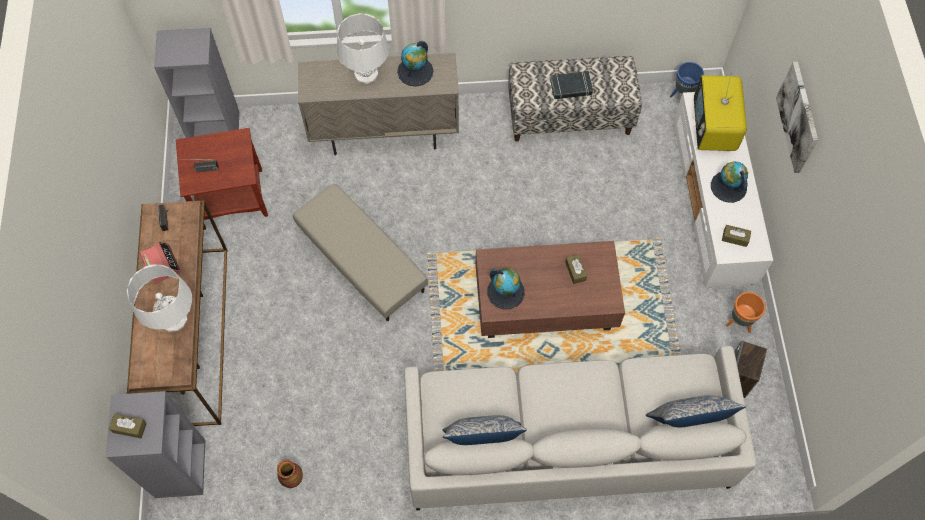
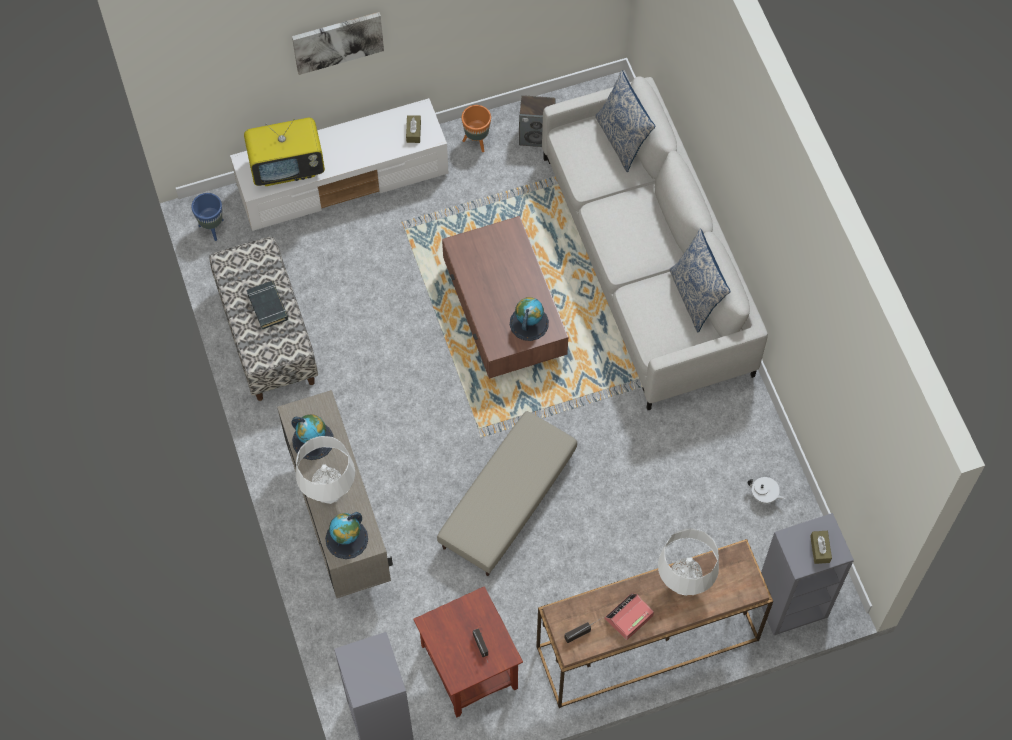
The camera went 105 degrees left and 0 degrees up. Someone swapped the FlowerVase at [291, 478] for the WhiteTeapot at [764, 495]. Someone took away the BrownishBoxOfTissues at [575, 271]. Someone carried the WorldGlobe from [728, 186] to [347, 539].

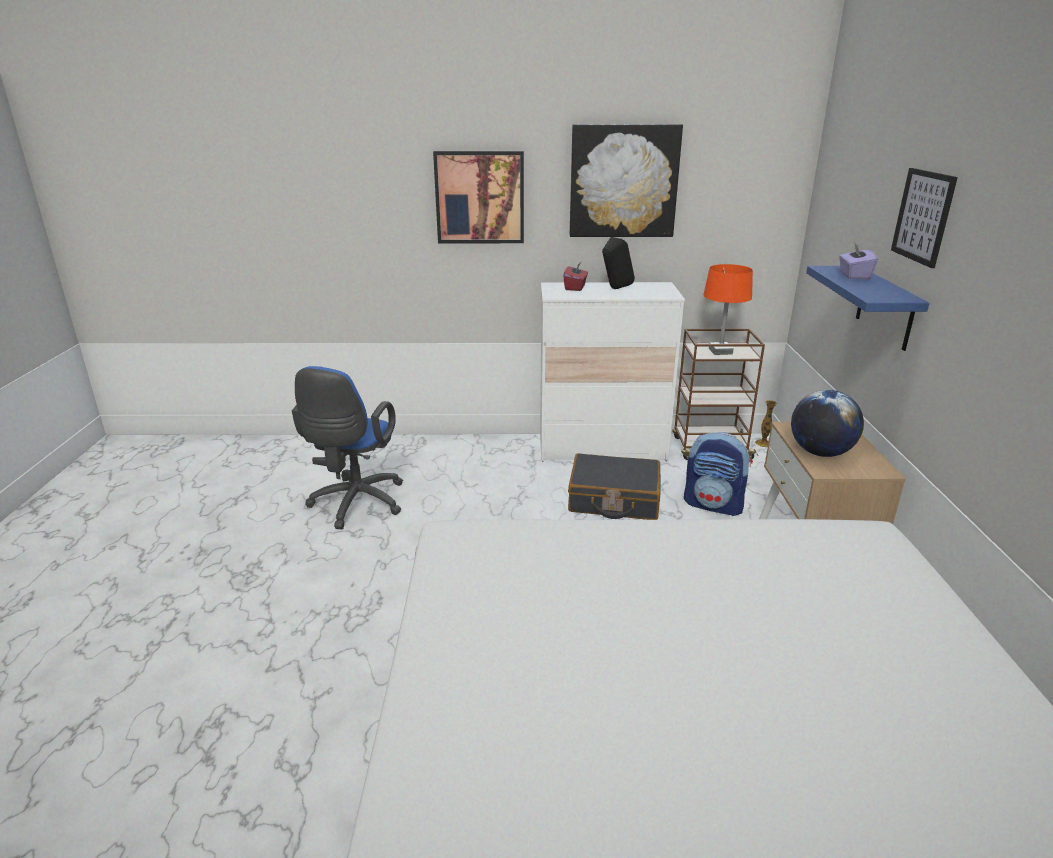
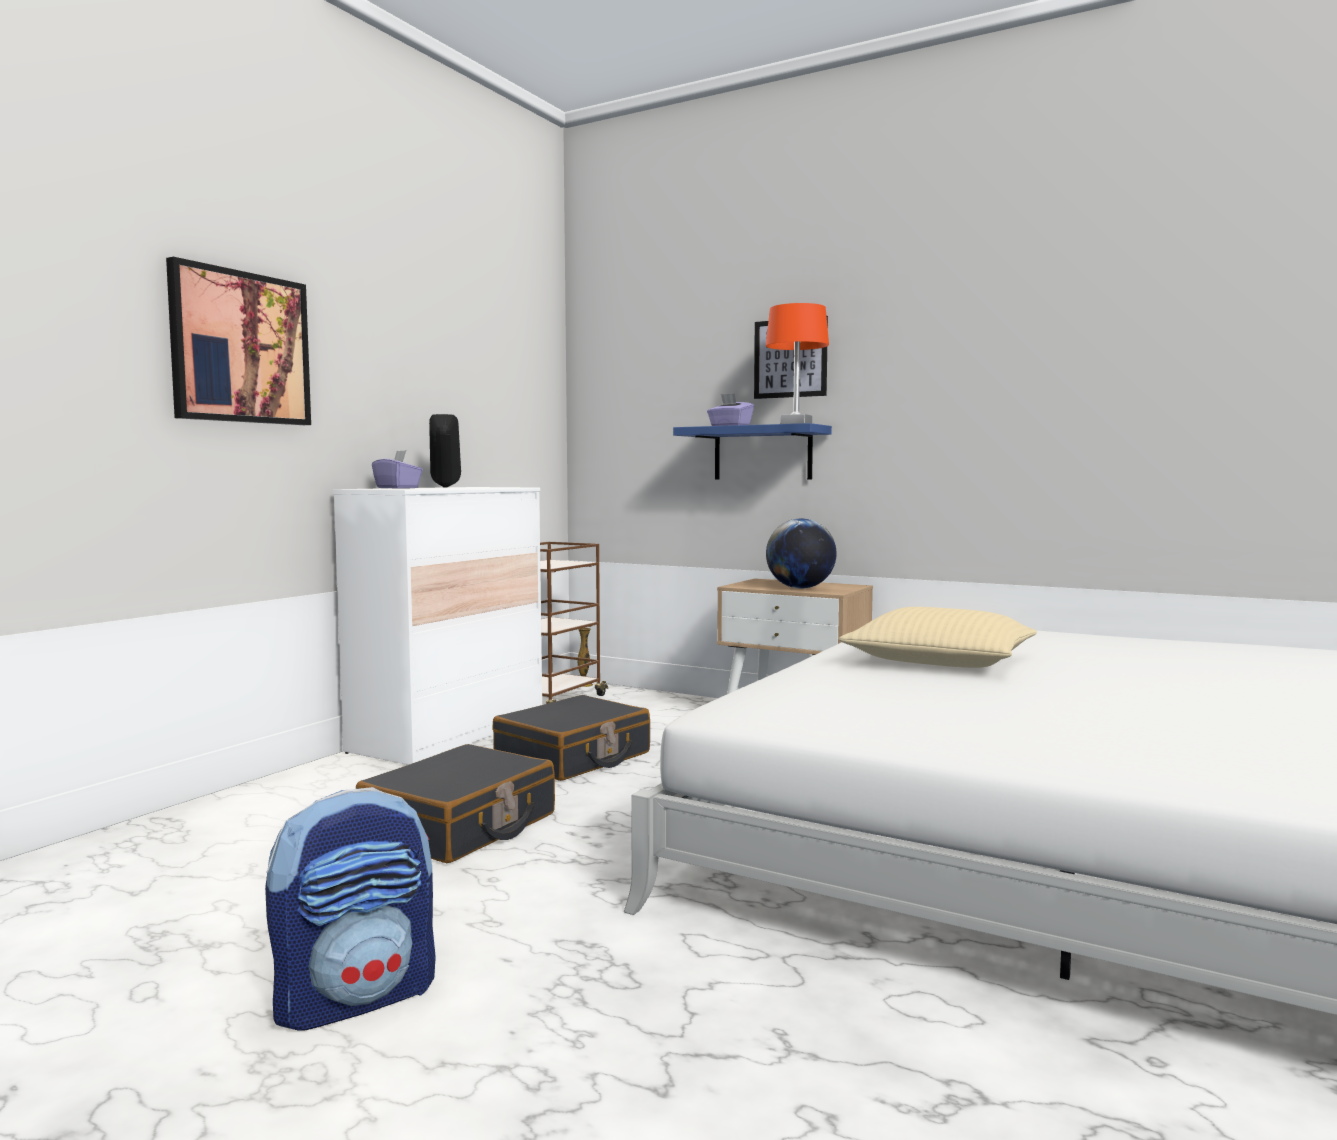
The camera went 60 degrees left and 20 degrees down. Someone took away the BlueDeskChair at [355, 505]. Someone repainted the RedBoxOfTissues at [575, 287], which became the PurpleColouredBoxOfTissues at [398, 488]. Someone took away the WallPicture at [623, 181]. Someone carried the Knapsack from [714, 505] to [357, 997]. Someone carried the OrangeTabletopLamp from [720, 351] to [796, 424]. Someone put down the BlackSuitcase at [460, 827]. Someone put down the SandColouredPillow at [939, 660].

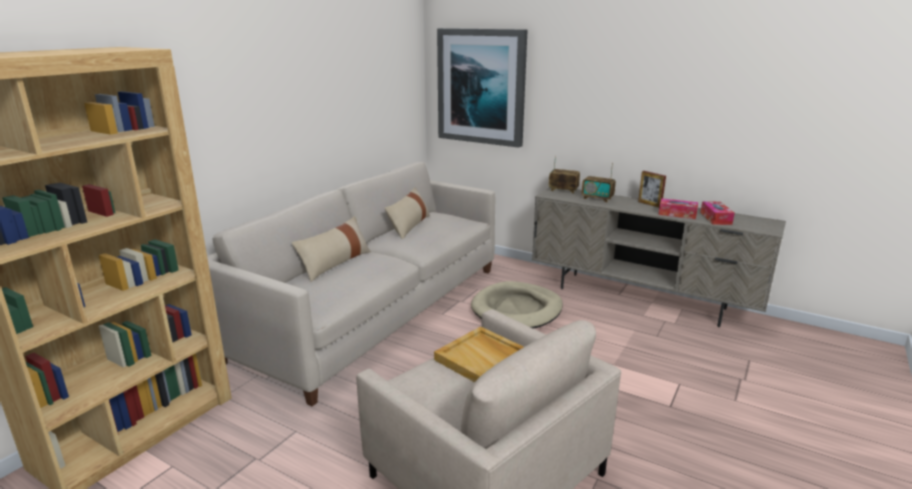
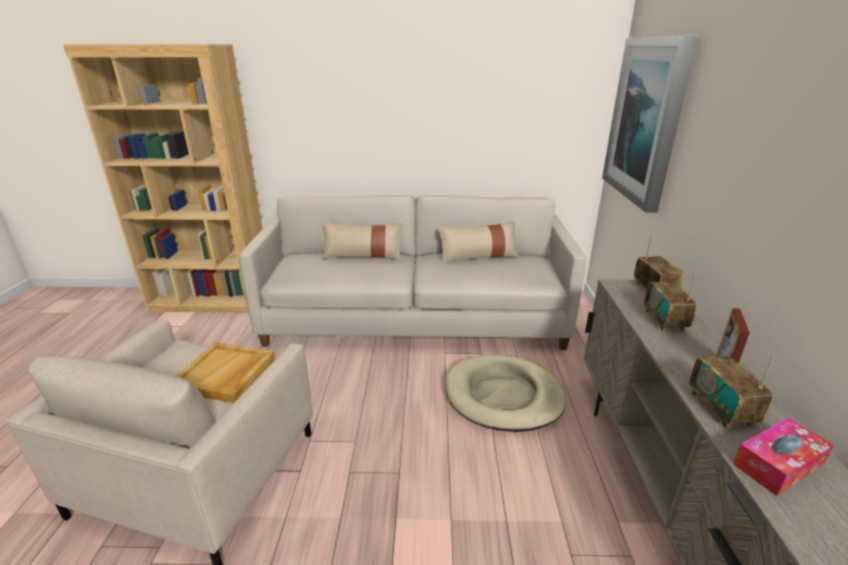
The camera went 60 degrees right and 5 degrees up. Someone swapped the BoxOfTissues at [677, 214] for the Radio at [721, 409].

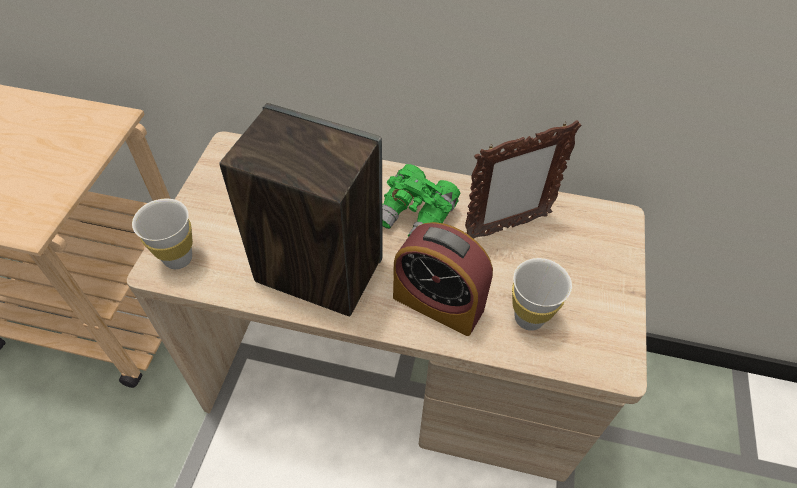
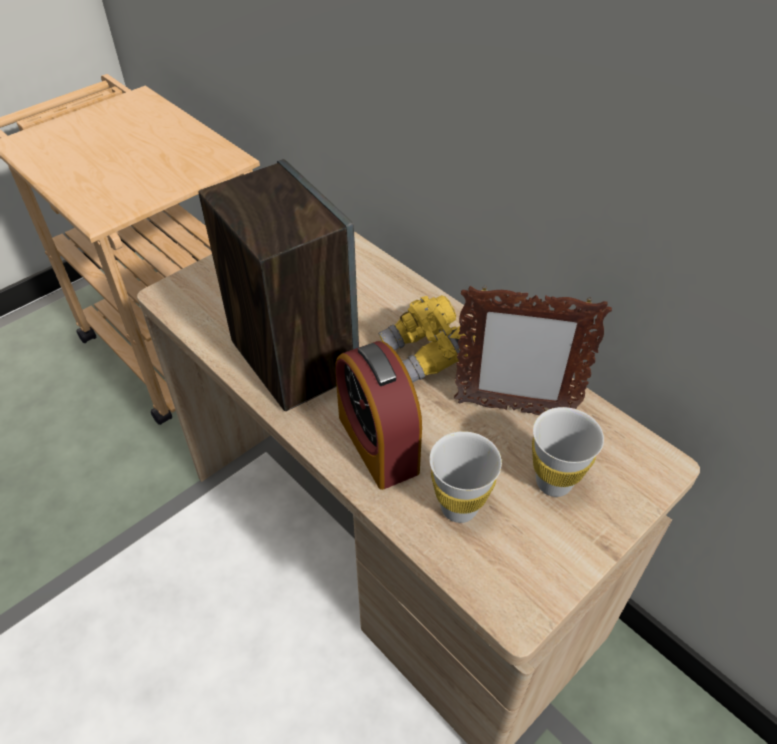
The camera went 35 degrees right and 5 degrees down. Someone carried the WhiteDrinkingCup from [178, 258] to [553, 482]. Someone repainted the GreenishBinoculars at [416, 216], which became the YellowBinoculars at [427, 355].

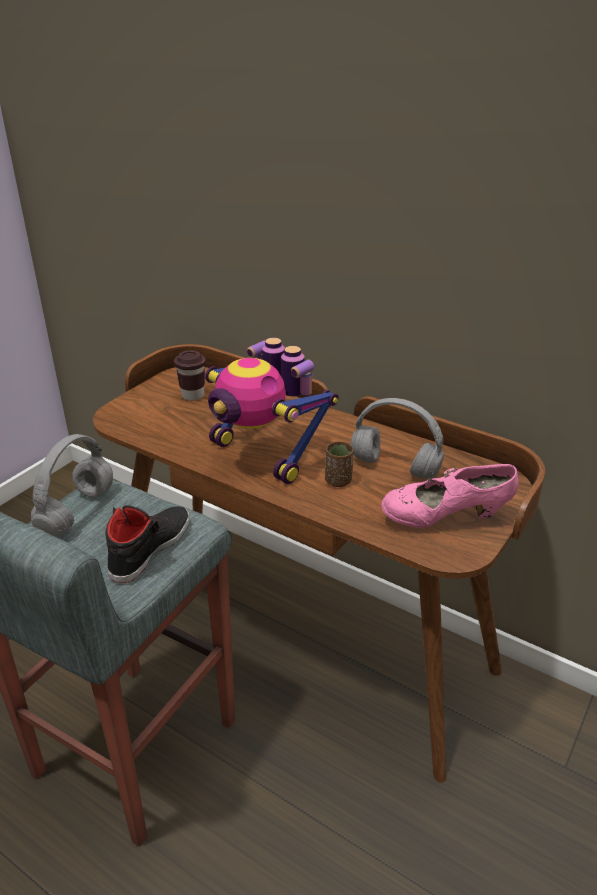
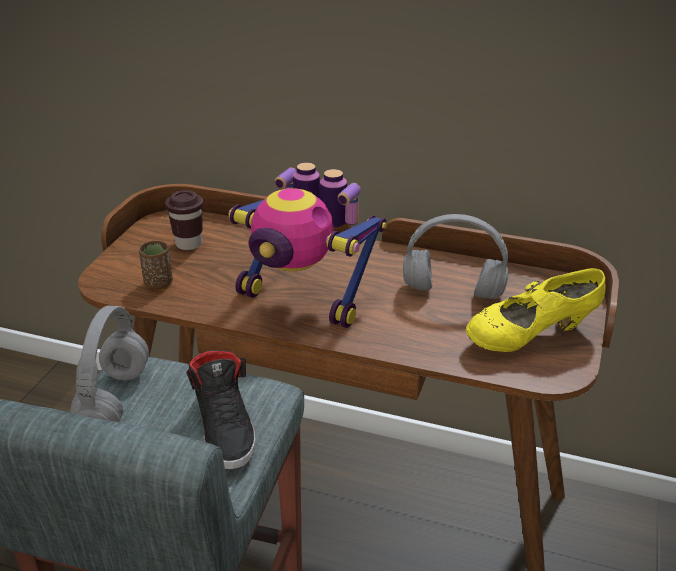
The camera went 15 degrees left and 0 degrees up. Someone rotated the BlackLowShoe at [150, 547] by 150 degrees clockwise. Someone carried the BrownishDrinkingCup from [338, 481] to [158, 283]. Someone repainted the PinkishLowShoe at [445, 518], which became the YellowLowShoe at [530, 338].

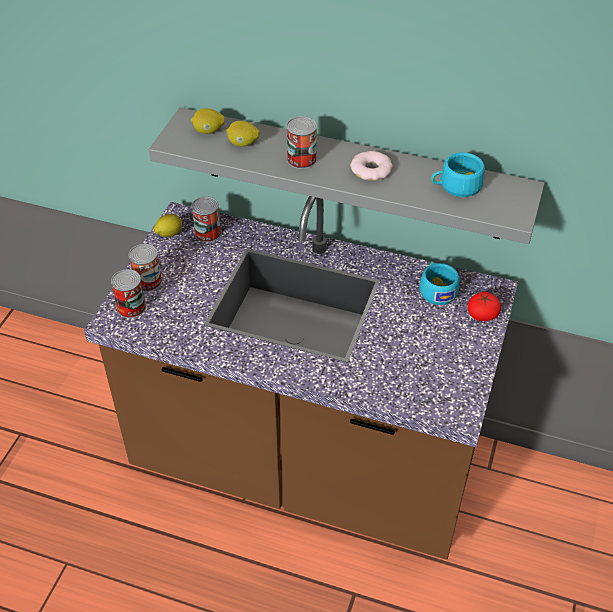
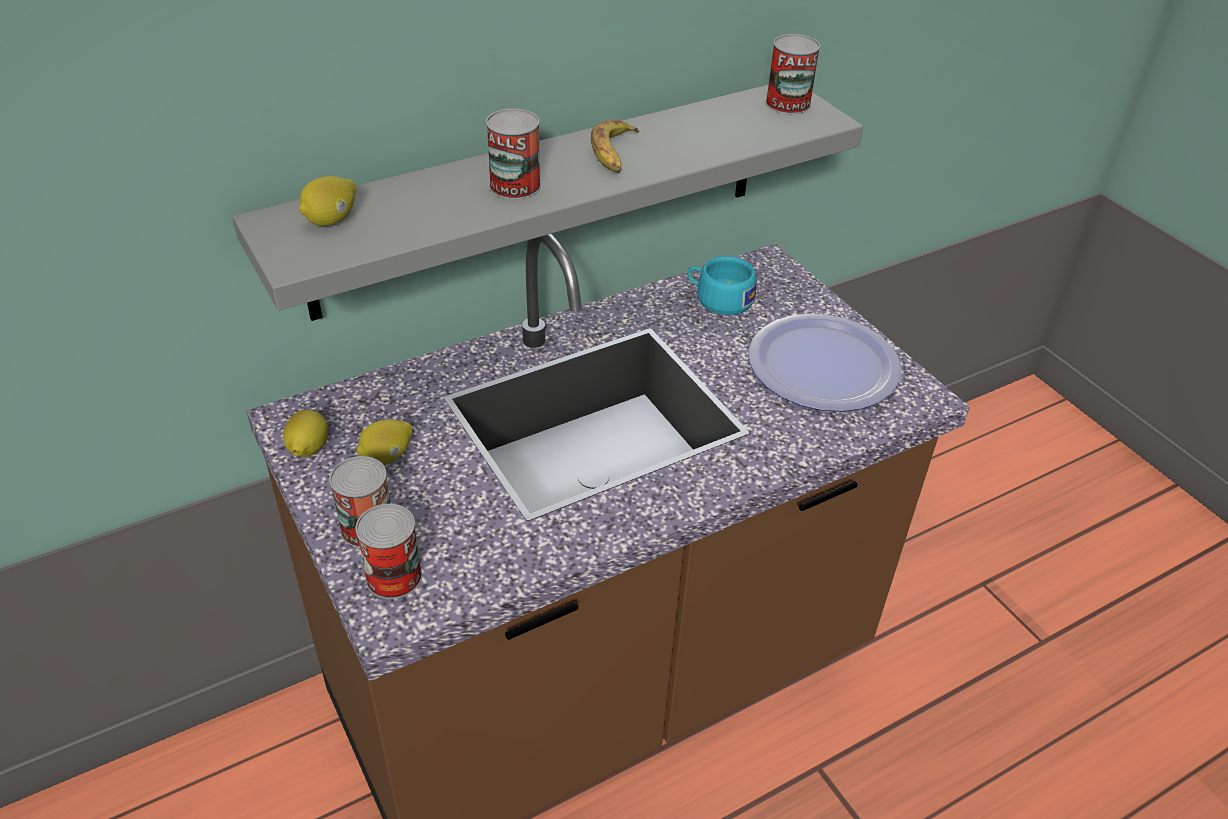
The camera went 50 degrees left and 5 degrees down. Someone carried the Can from [207, 233] to [788, 104]. Someone carried the Lemon from [243, 144] to [387, 457]. Someone swapped the RingDoughnut at [371, 170] for the Banana at [614, 154]. Someone took away the TurquoiseColouredDrinkingCup at [455, 186]. Someone took away the Tomato at [482, 314]. Someone put down the Plate at [823, 365].

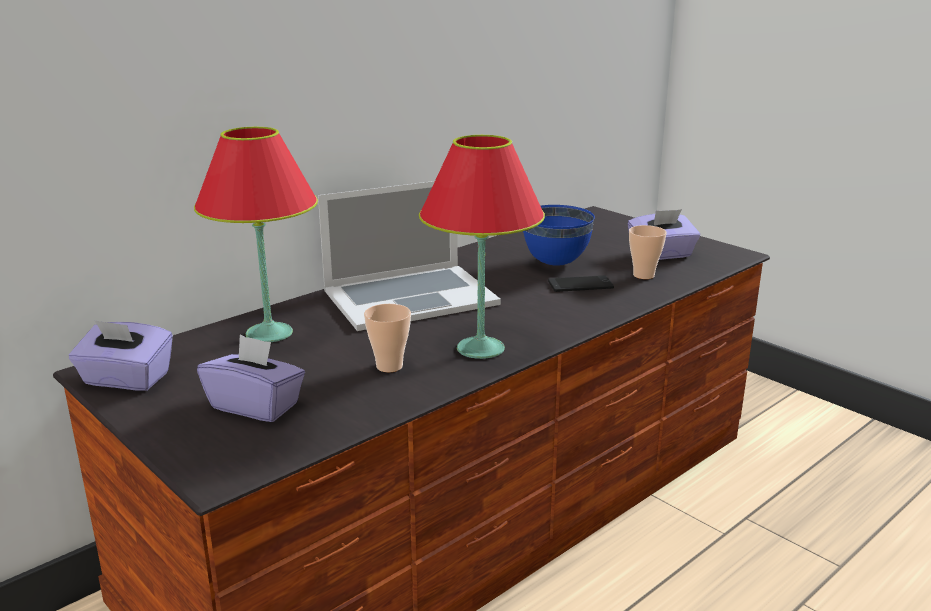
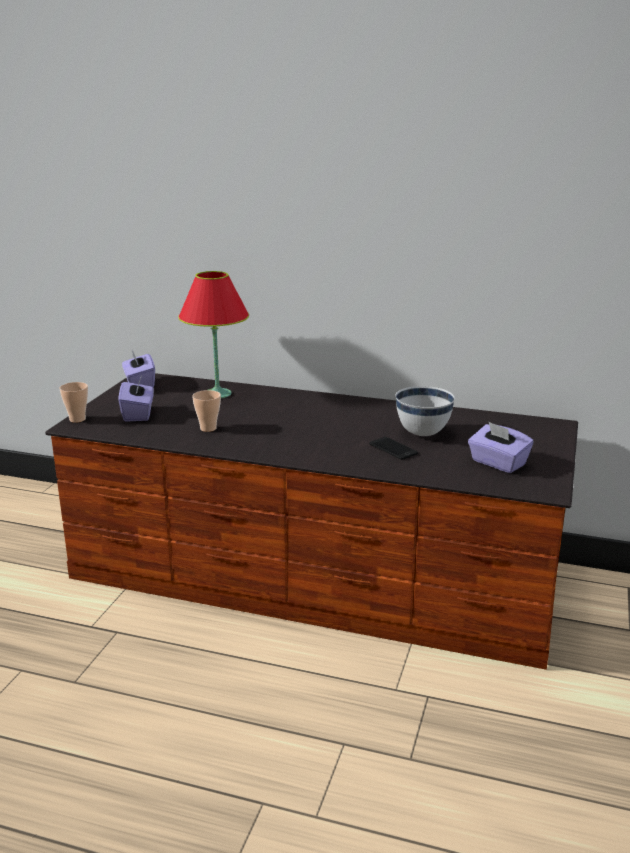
The camera went 60 degrees right and 0 degrees up. Someone took away the NotebookComputer at [410, 297]. Someone took away the RedTabletopLamp at [481, 348]. Someone repainted the BlueServingBowl at [556, 263], which became the WhiteServingBowl at [422, 434]. Someone carried the DrinkingCup from [643, 275] to [77, 419].

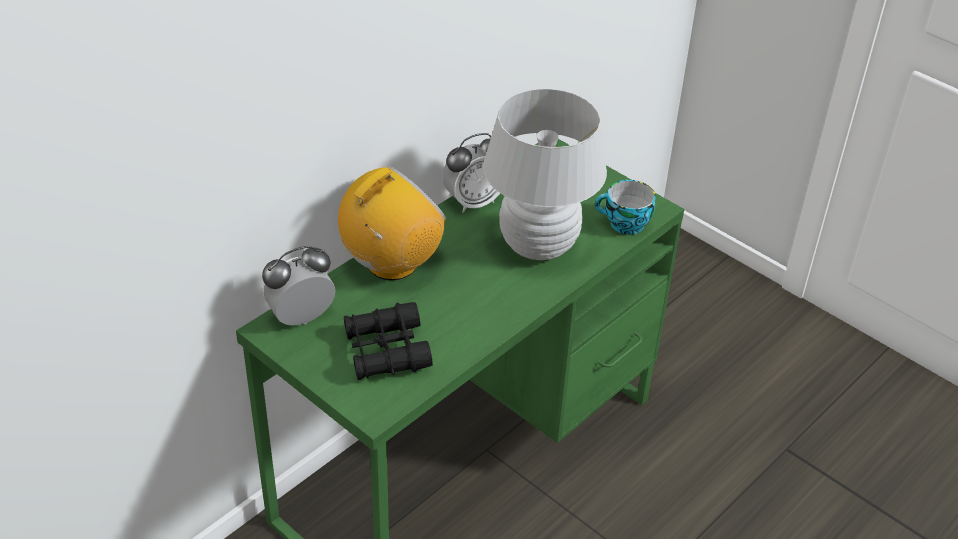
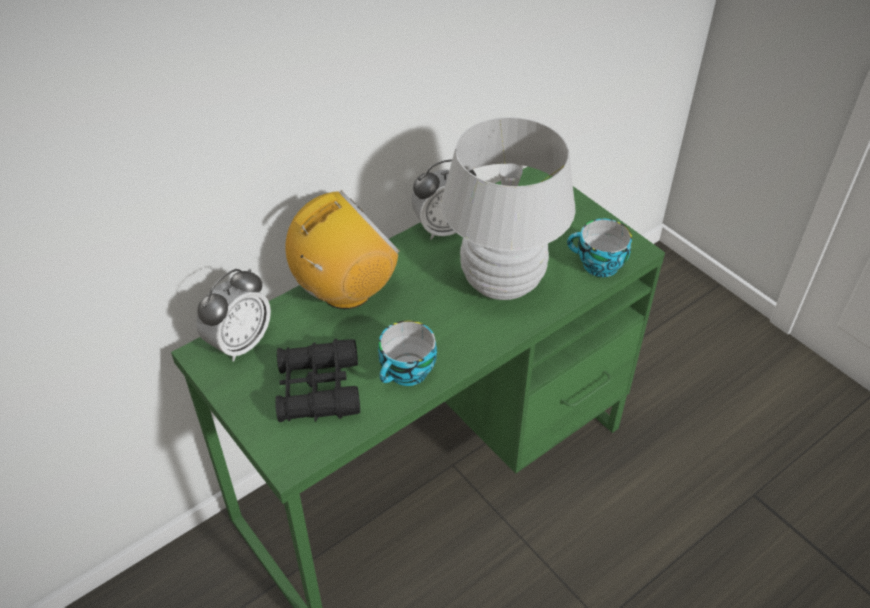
The camera went 10 degrees right and 5 degrees up. Someone rotated the AlarmClock at [301, 317] by 150 degrees clockwise. Someone put down the DrinkingCup at [407, 373].

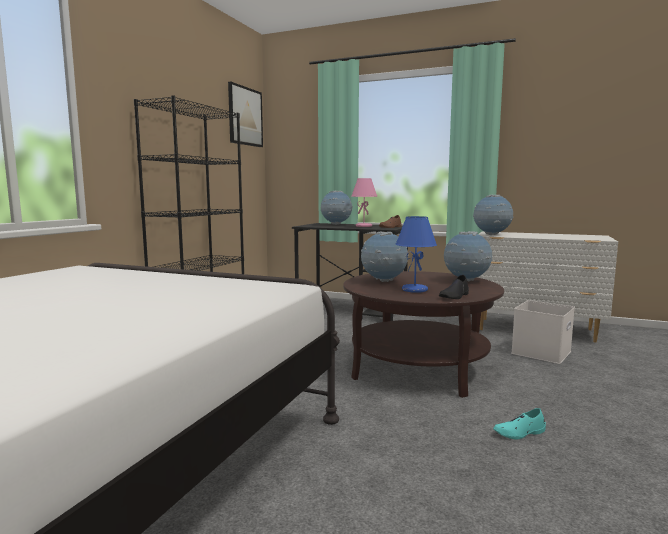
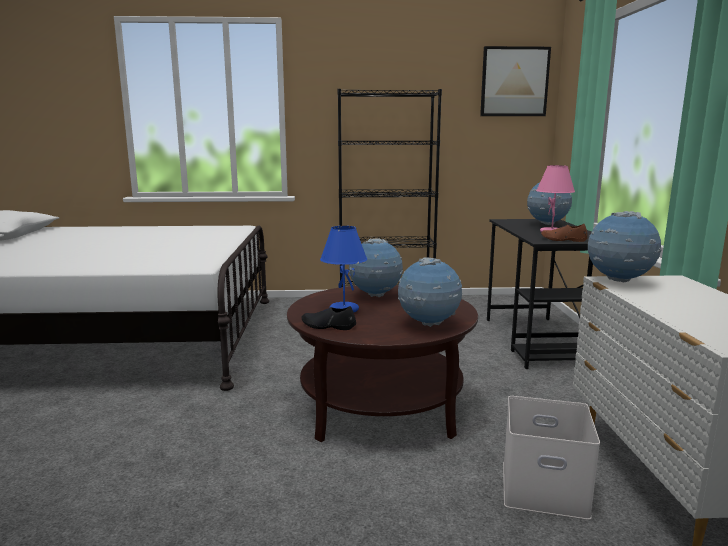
The camera went 65 degrees right and 5 degrees up. Someone took away the TurquoiseColouredLowShoe at [519, 432].

